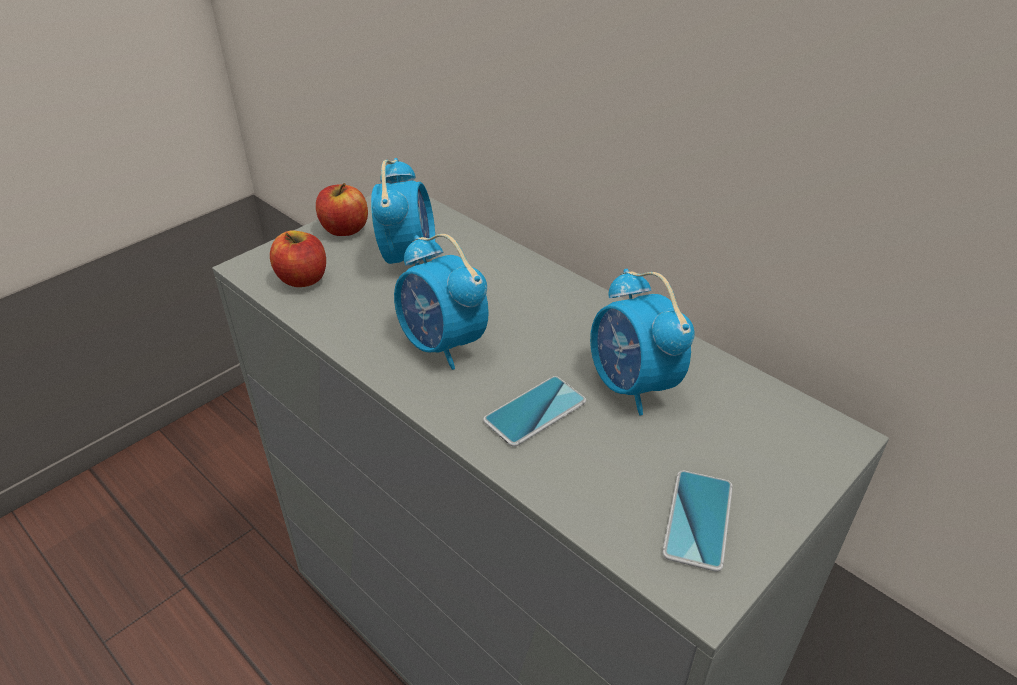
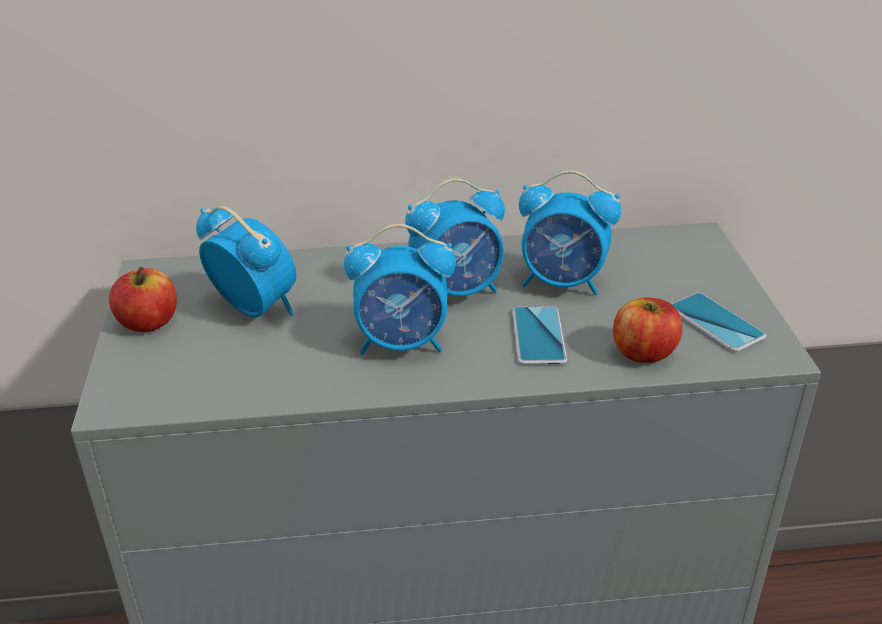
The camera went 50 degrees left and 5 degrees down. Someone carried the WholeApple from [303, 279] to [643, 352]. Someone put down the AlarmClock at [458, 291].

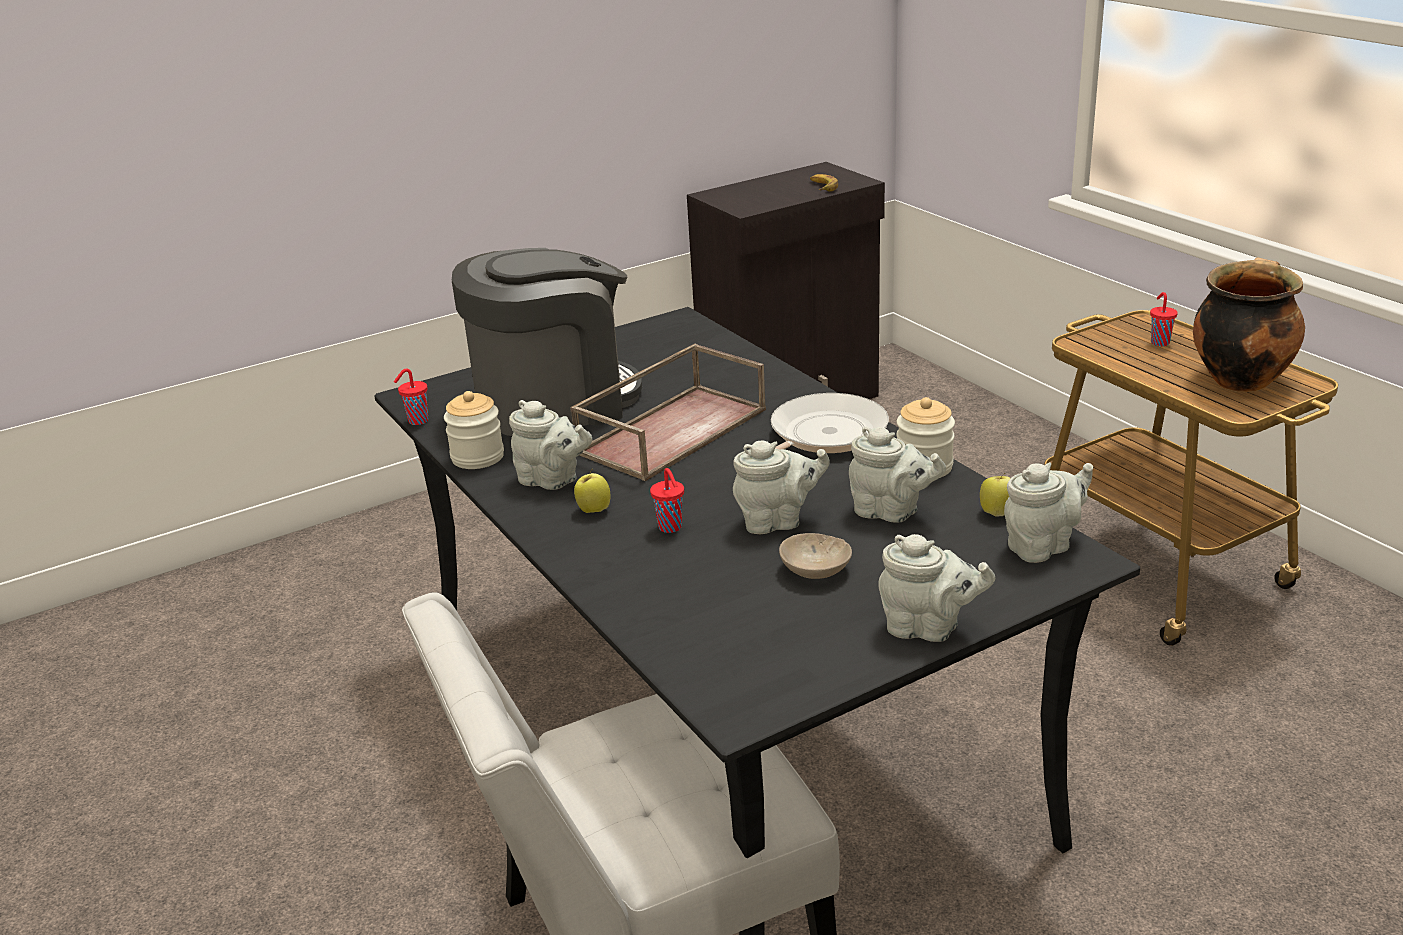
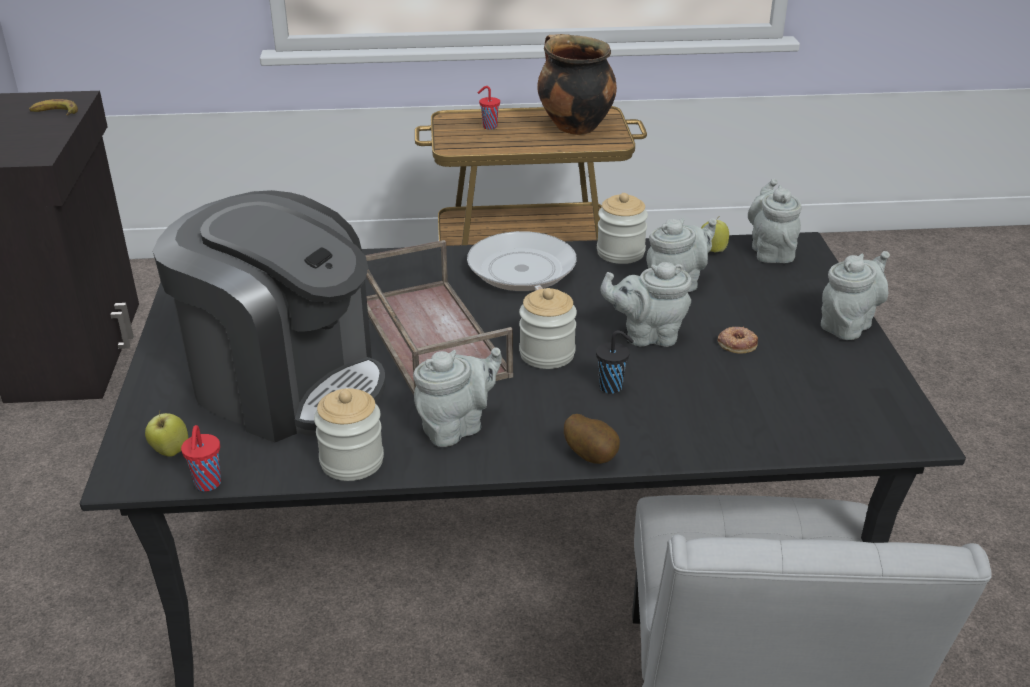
The camera went 65 degrees left and 5 degrees up. Someone rotated the CoffeeMachine at [555, 403] by 120 degrees clockwise. Someone carried the WholeApple from [593, 510] to [170, 452]. Someone repainted the RedDrinkingCup at [671, 528], which became the BlackDrinkingCup at [612, 387]. Someone rotated the GreyishTeapot at [777, 521] by 105 degrees counterclockwise. Someone swapped the SandColouredServingBowl at [813, 571] for the RingDoughnut at [737, 343]. Someone put down the StorageJar at [547, 354]. Someone put down the Spud at [592, 456].

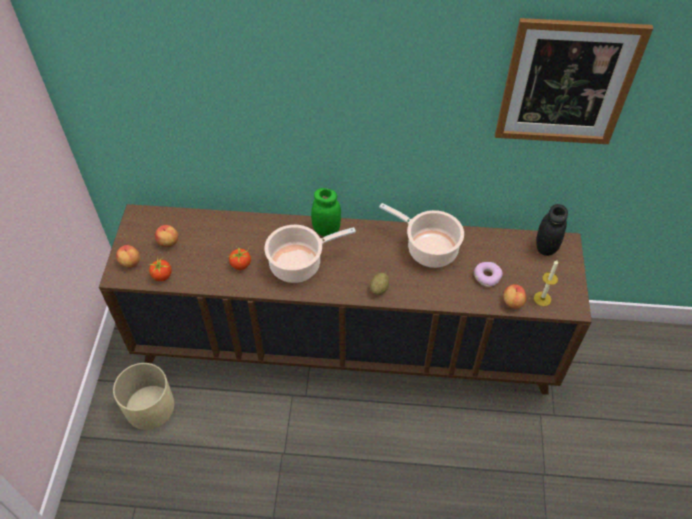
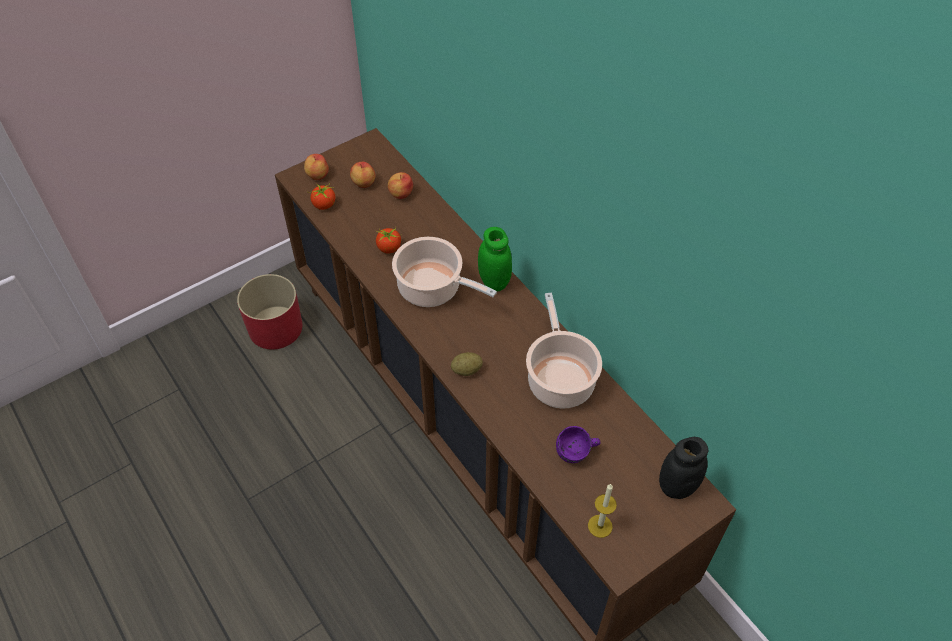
The camera went 50 degrees right and 0 degrees up. Someone repainted the SandColouredPlanter at [150, 407], which became the RedPlanter at [276, 328]. Someone swapped the RingDoughnut at [487, 276] for the PurpleColouredMug at [577, 454]. Someone took away the WallPicture at [567, 83]. Someone carried the WholeApple from [512, 302] to [401, 193].

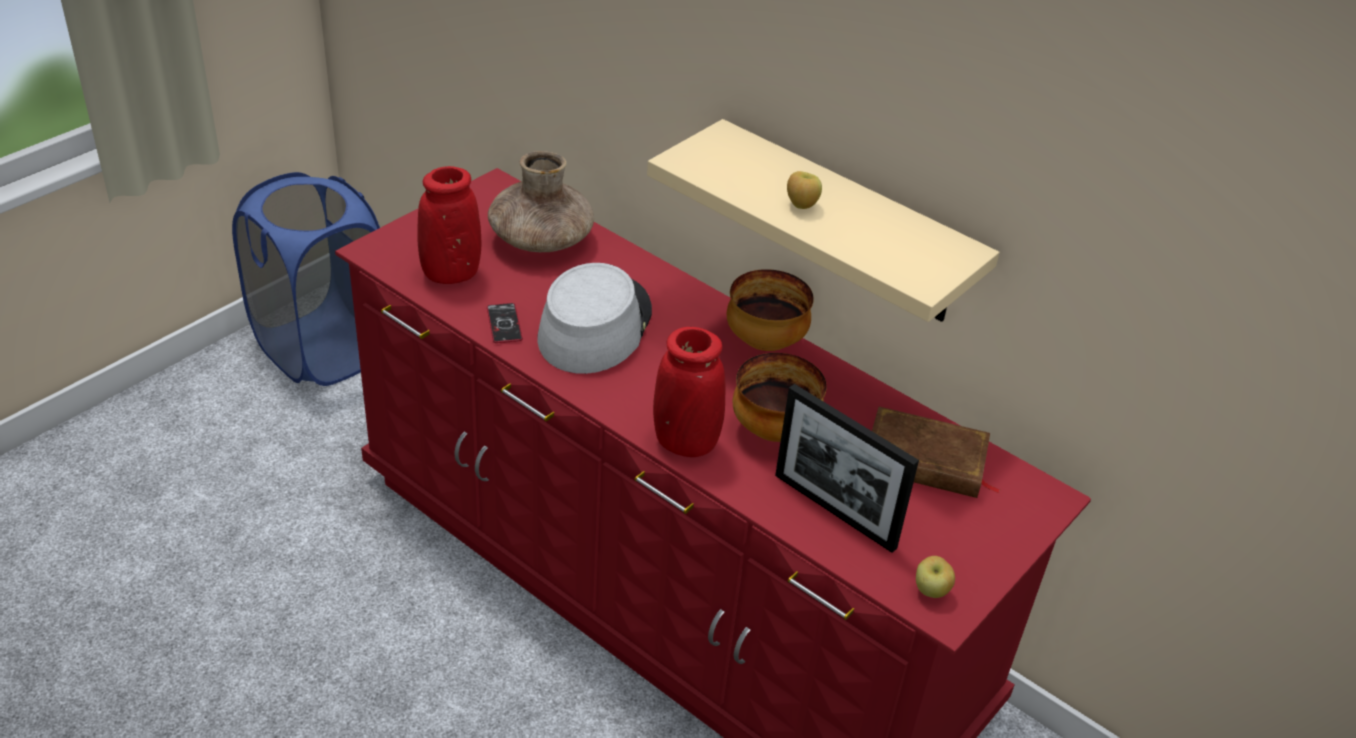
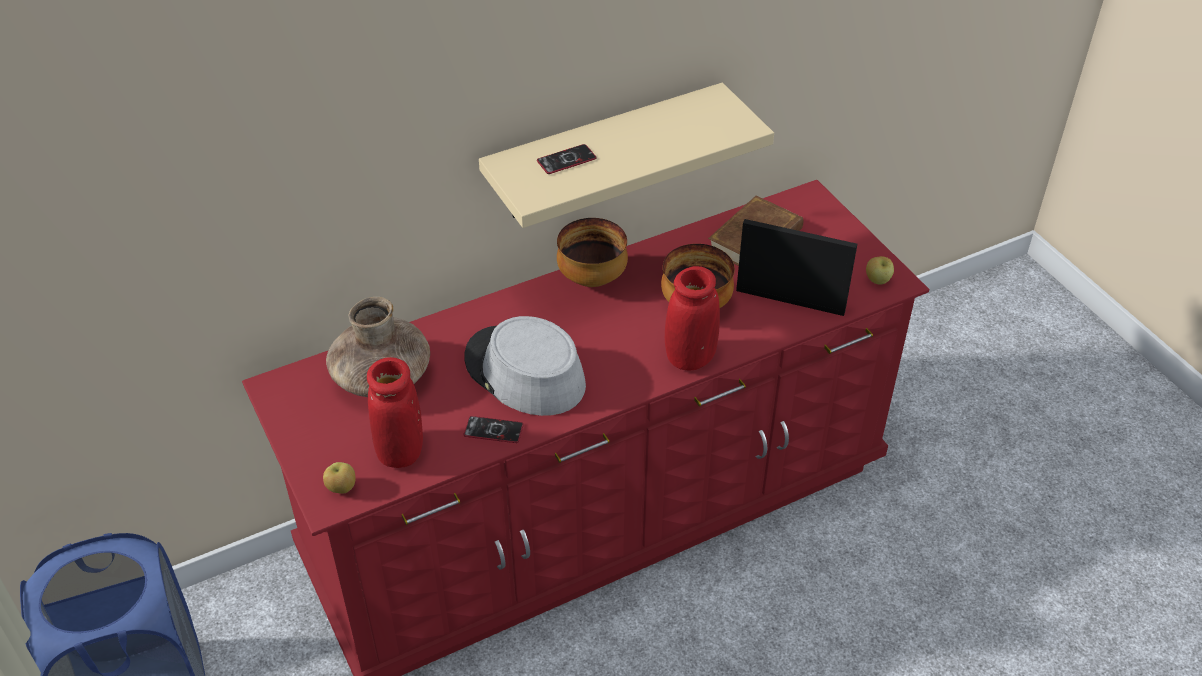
The camera went 65 degrees left and 5 degrees up. Someone rotated the StandingFrame at [834, 511] by 135 degrees counterclockwise. Someone carried the WholeApple from [801, 205] to [341, 488]. Someone put down the Handset at [566, 160].

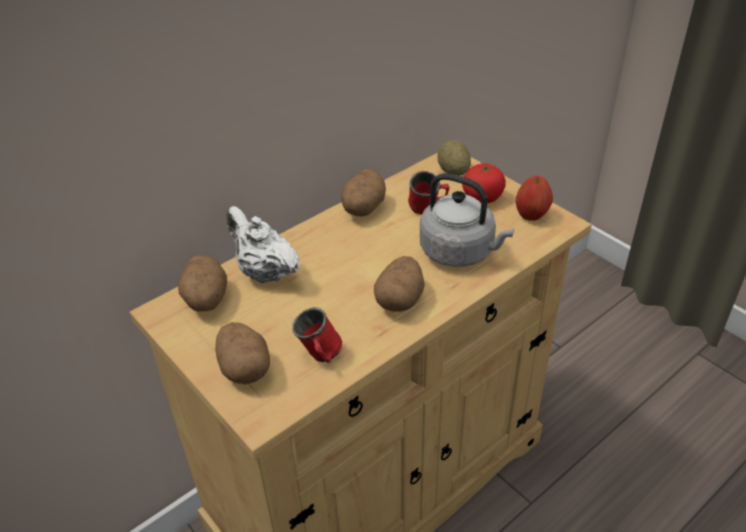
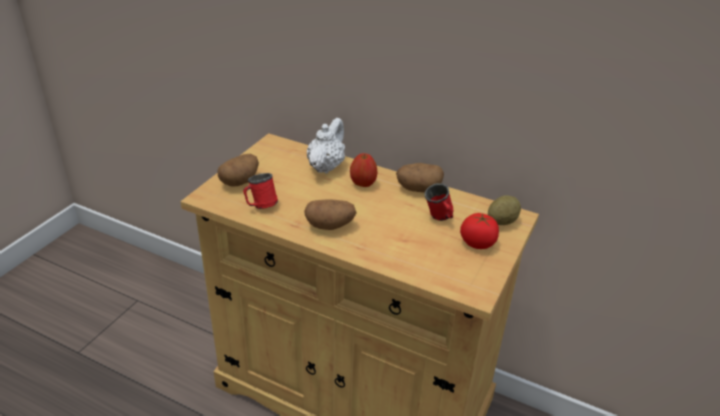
The camera went 65 degrees right and 5 degrees down. Someone took away the Spud at [206, 300]. Someone took away the GreyishWaterKettle at [460, 252]. Someone carried the WholeApple from [531, 215] to [363, 184].

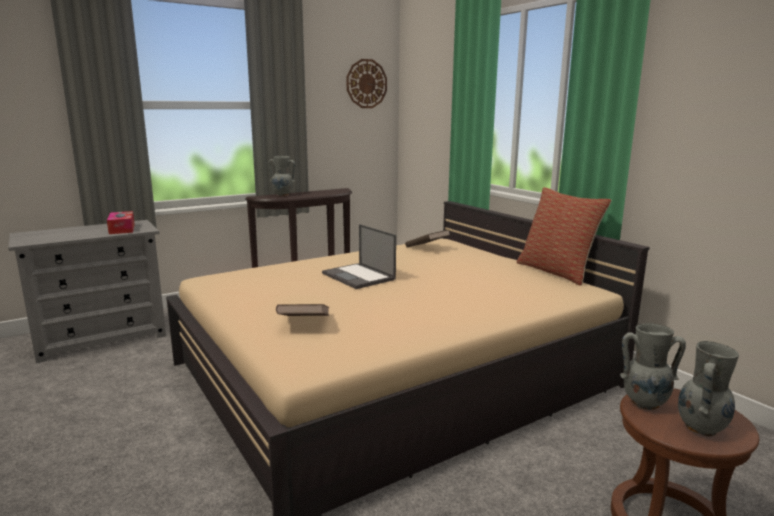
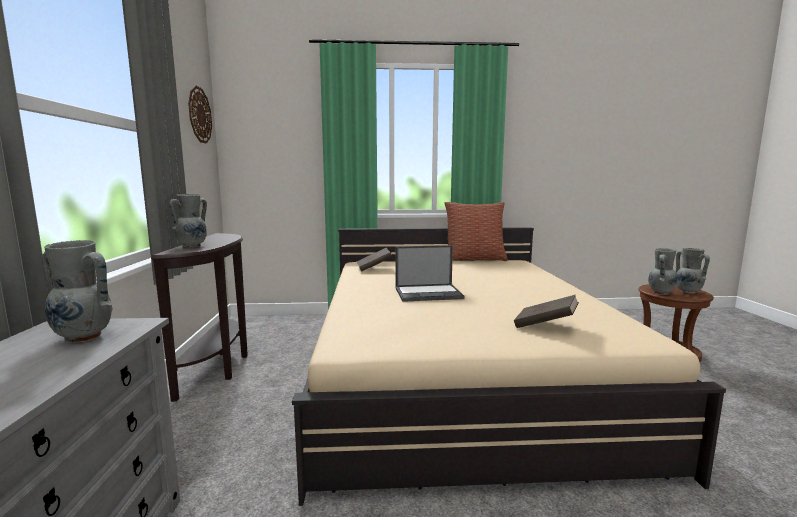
The camera went 60 degrees left and 5 degrees down. Someone swapped the BoxOfTissues at [122, 229] for the GreyishFlowerVase at [84, 338].

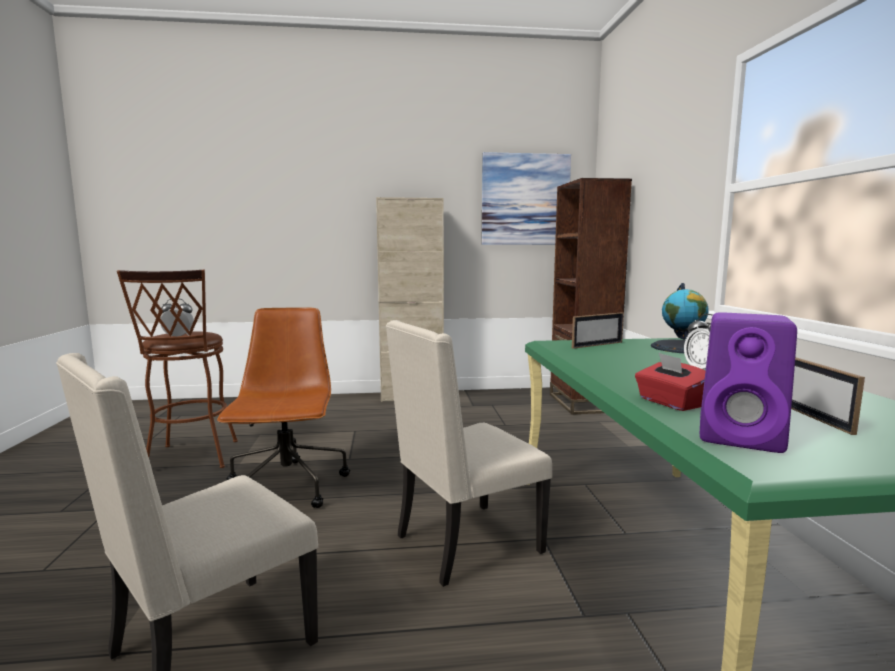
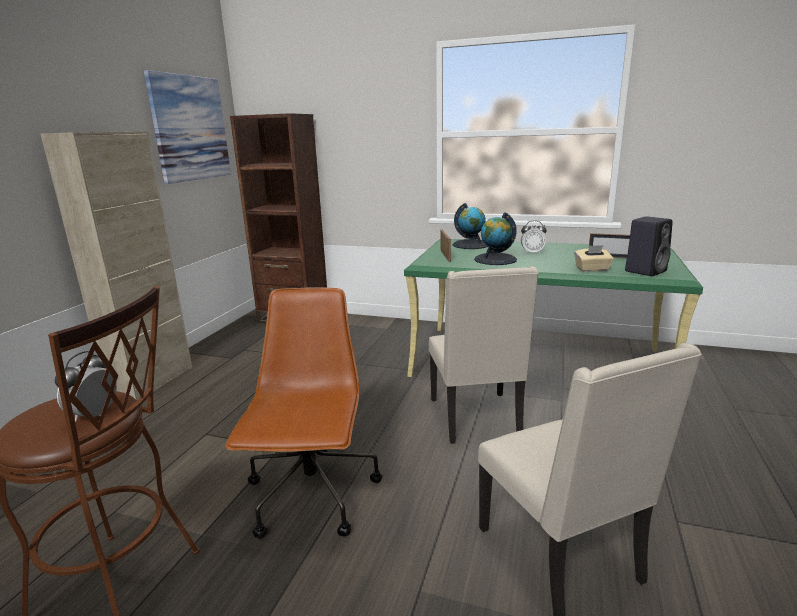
The camera went 65 degrees left and 10 degrees up. Someone rotated the BrownishDeskChair at [287, 488] by 75 degrees clockwise. Someone repainted the RedBoxOfTissues at [670, 403], which became the SandColouredBoxOfTissues at [592, 269]. Someone repainted the PurpleColouredAudioSpeaker at [743, 437], which became the BlackAudioSpeaker at [645, 271]. Someone put down the WorldGlobe at [495, 259].

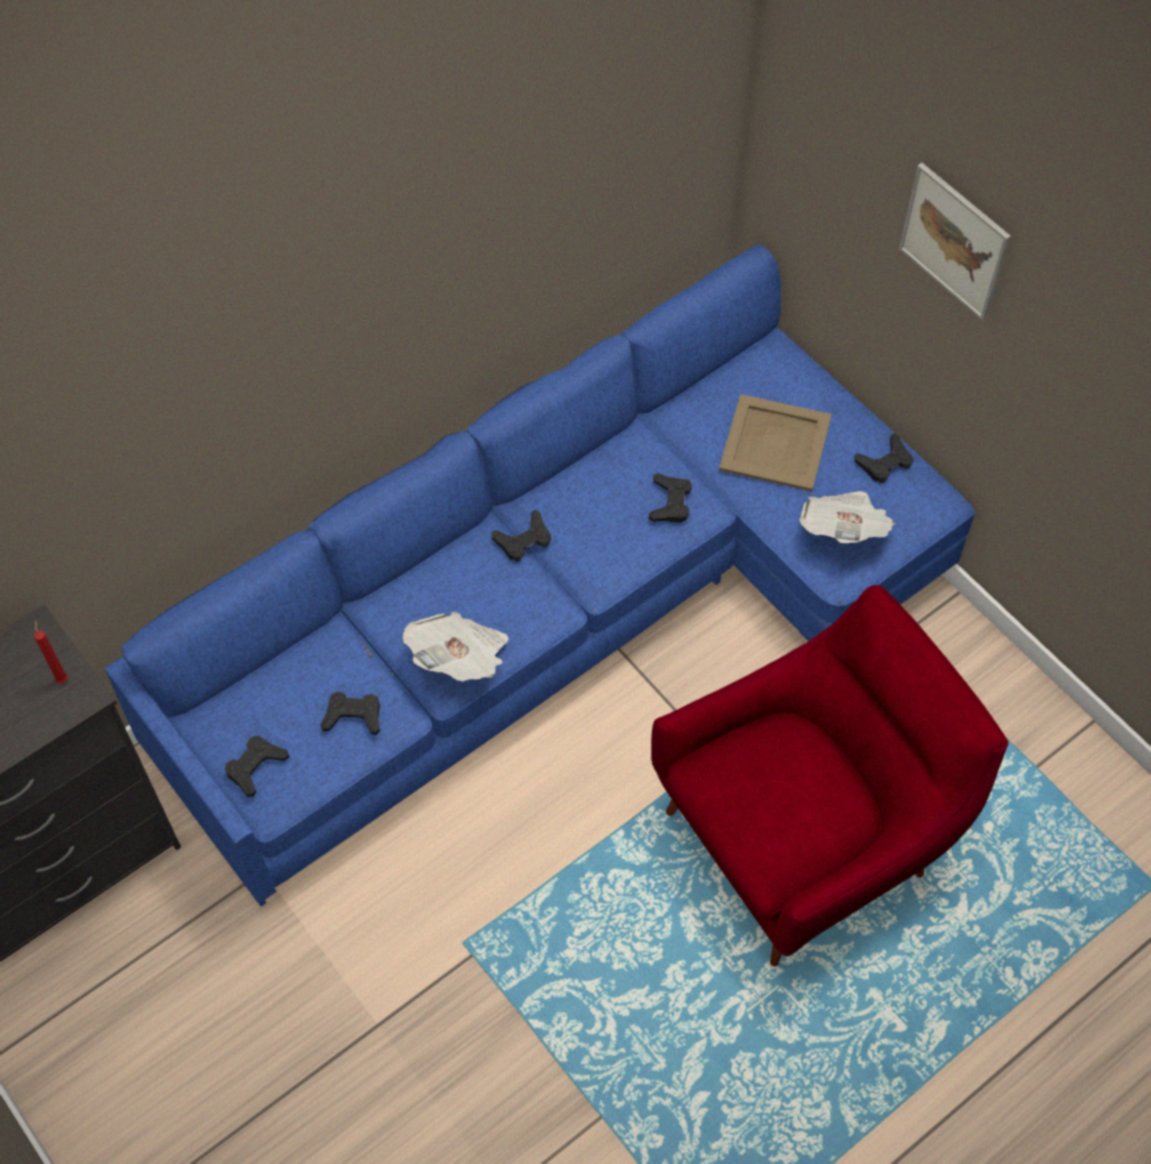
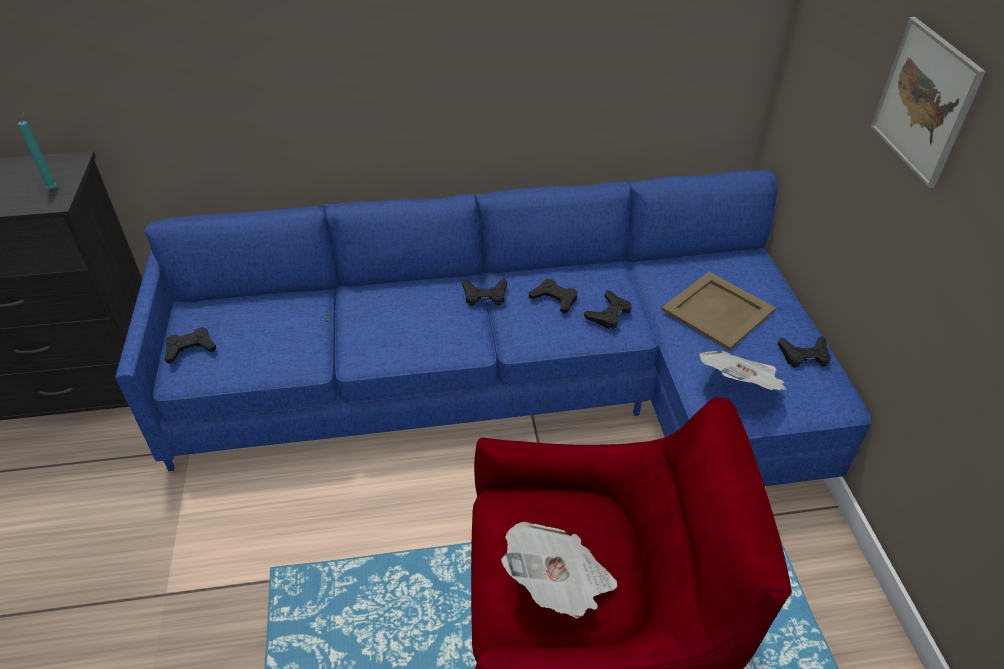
The camera went 30 degrees right and 15 degrees down. Someone repainted the RedWaxLight at [62, 678], which became the TurquoiseColouredWaxLight at [54, 188]. Someone carried the BlackJoypad from [353, 716] to [554, 299]. Someone carried the Newspaper from [460, 659] to [559, 583].

